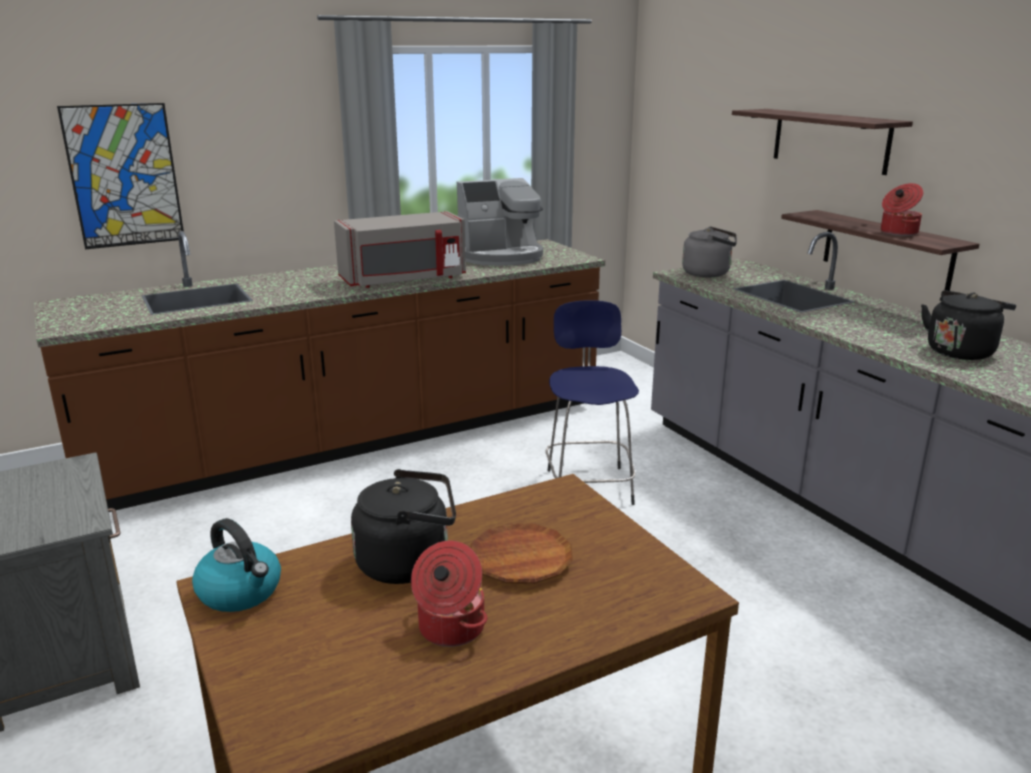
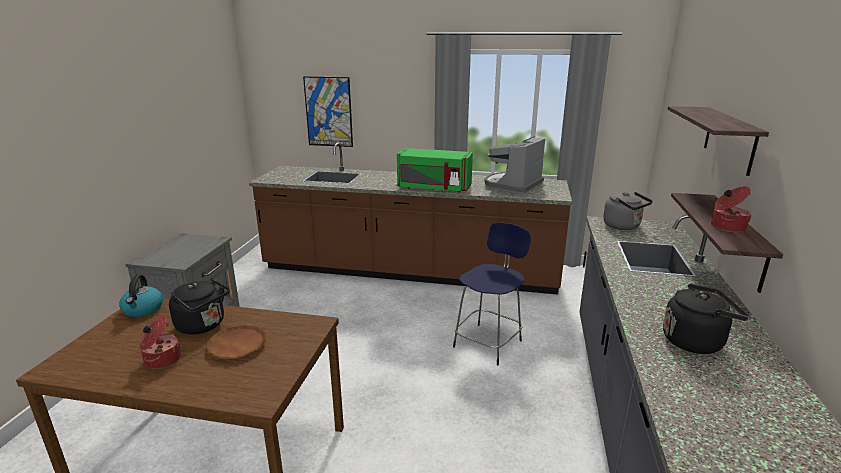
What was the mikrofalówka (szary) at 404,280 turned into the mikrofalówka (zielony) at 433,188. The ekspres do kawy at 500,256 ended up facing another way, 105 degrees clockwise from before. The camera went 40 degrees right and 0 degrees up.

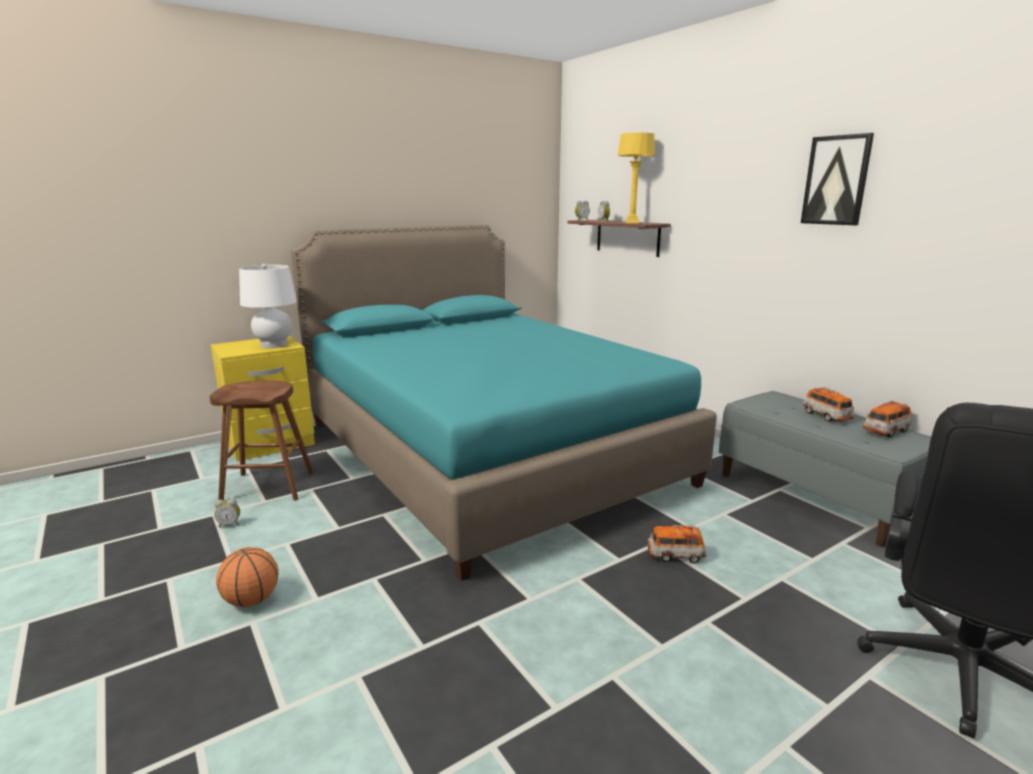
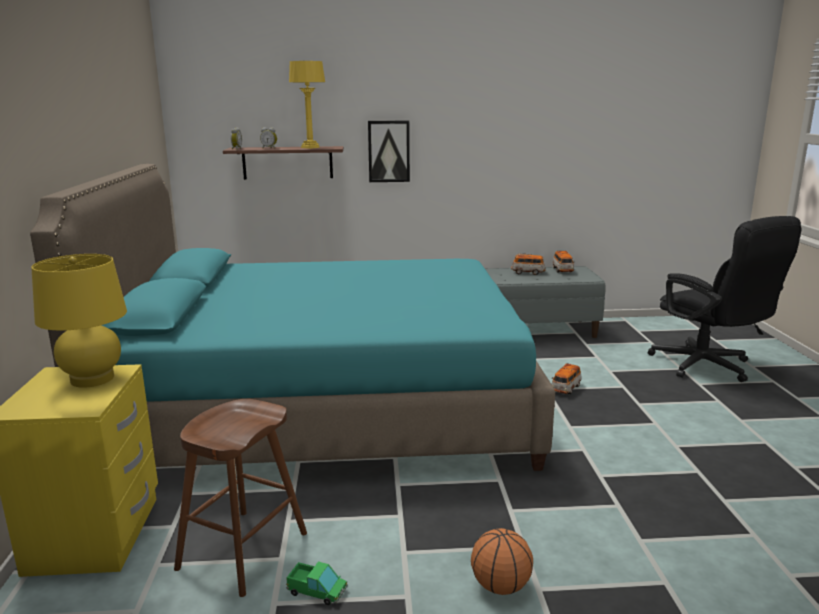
The obraz ended up elsewhere, having gone from 836,180 to 388,151. Where the budzik stood at 230,524, the ciężarówka zabawkowa came to stand at 317,591. What was the lampa stołowa (biały) at 274,345 turned into the lampa stołowa (żółty) at 92,379. The camera went 60 degrees left and 0 degrees up.

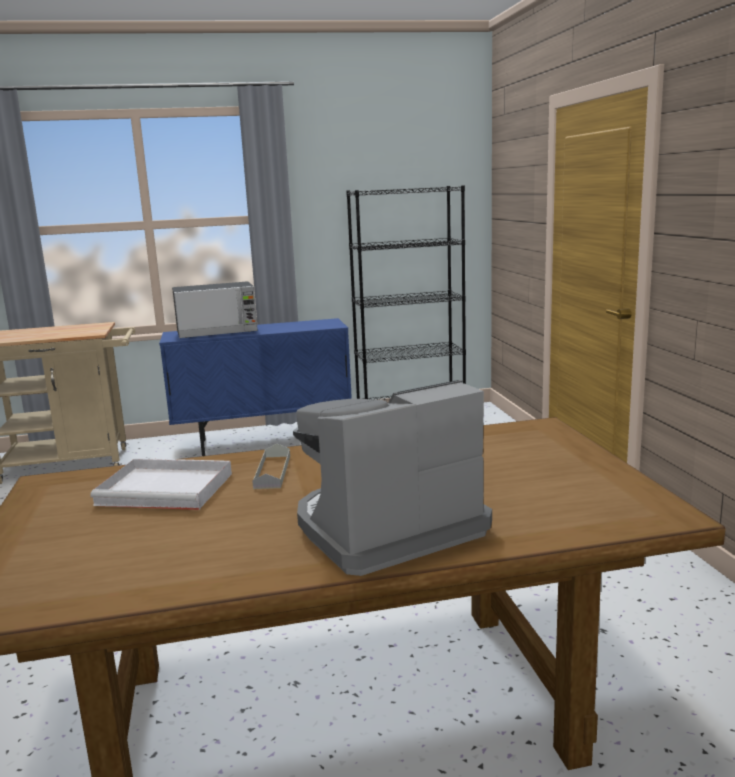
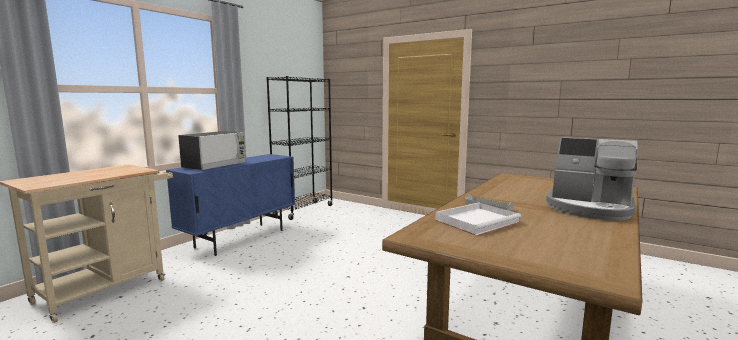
The ekspres do kawy at 386,529 ended up facing another way, 75 degrees counterclockwise from before. The camera went 45 degrees left and 5 degrees down.

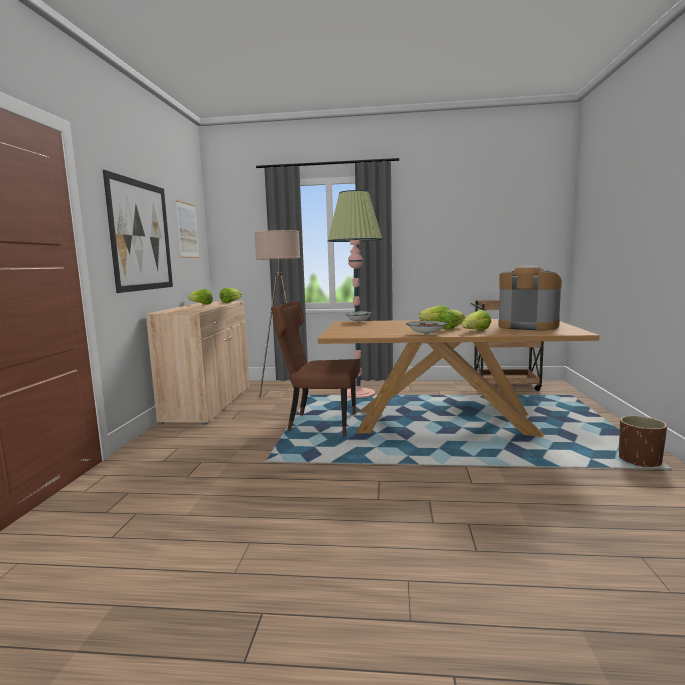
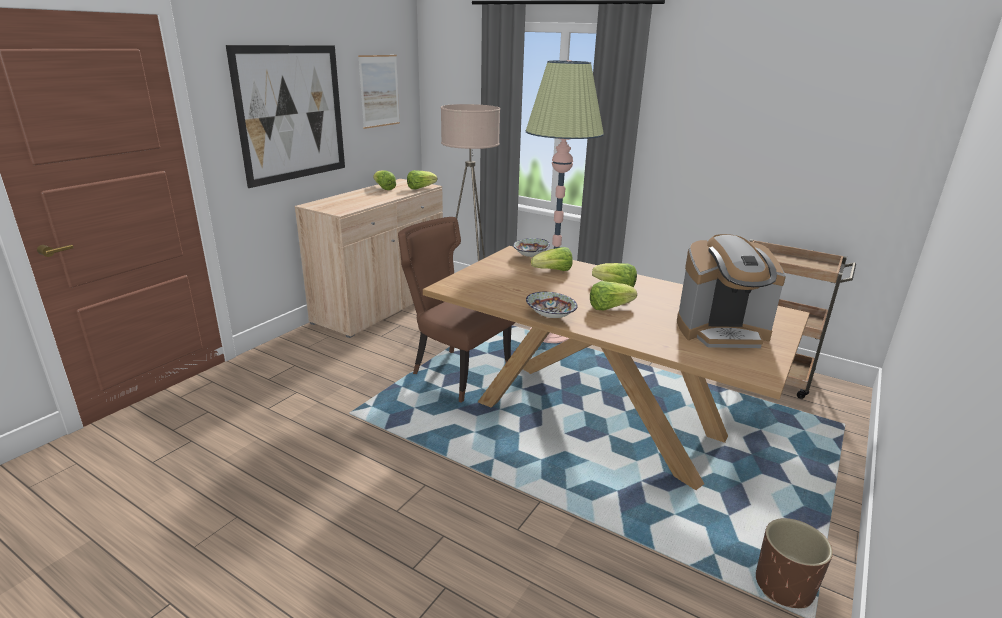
The sałata ended up elsewhere, having gone from 476,331 to 553,271. The ekspres do kawy at 528,326 ended up facing another way, 120 degrees clockwise from before. The camera went 25 degrees right and 15 degrees up.

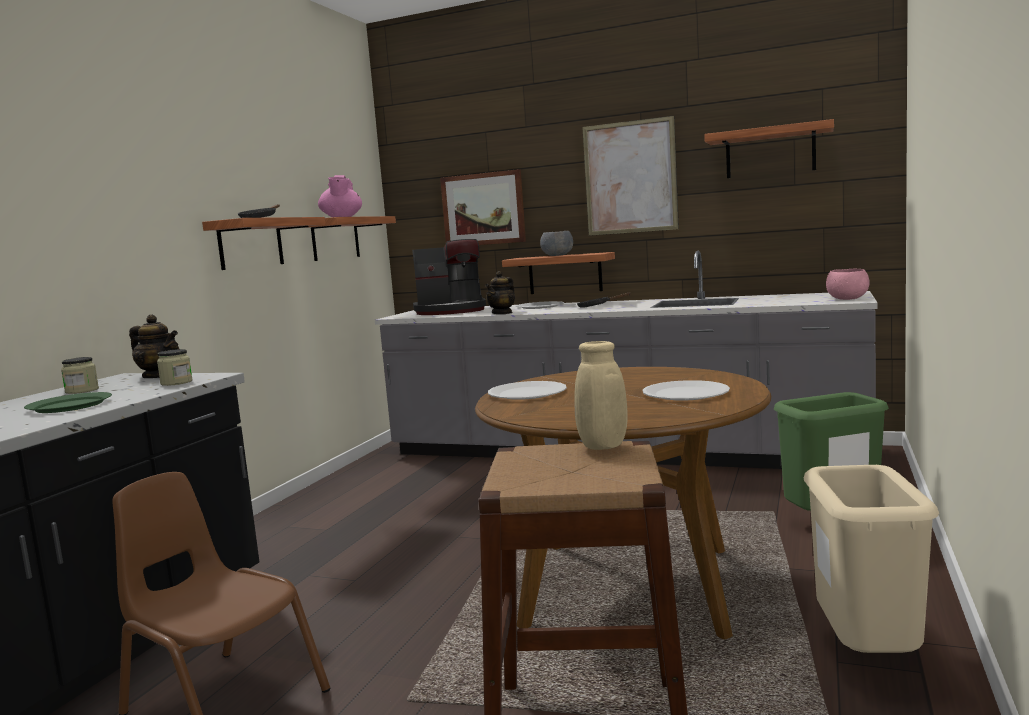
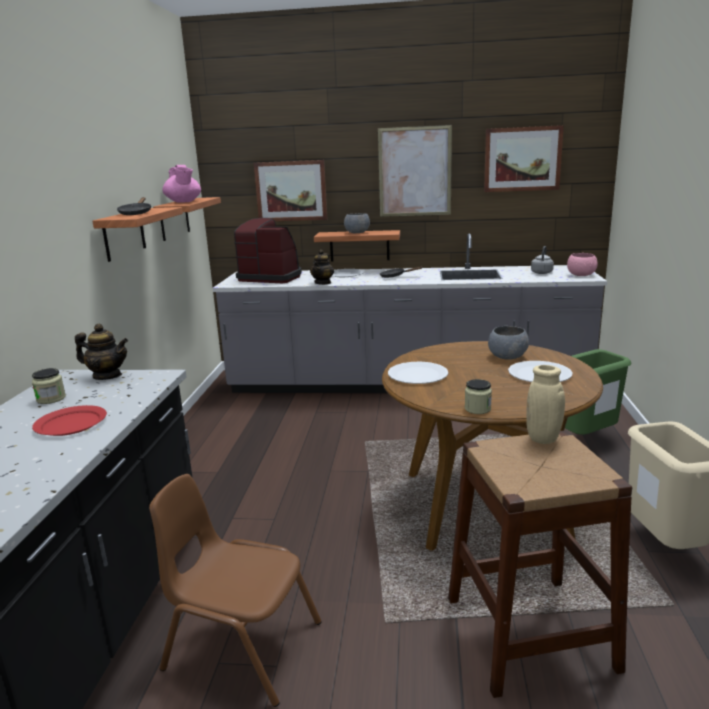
The second view gained the miska (szary) at 506,357. The second view gained the czajnik (szary) at 542,272. The słoik ended up elsewhere, having gone from 176,382 to 477,409. Where the półka hung at 770,152, the obraz came to hang at 522,159. What was the talerz (zielony) at 70,406 turned into the talerz (czerwony) at 71,423. The ekspres do kawy at 451,311 ended up facing another way, 135 degrees counterclockwise from before. The camera went 15 degrees left and 10 degrees up.

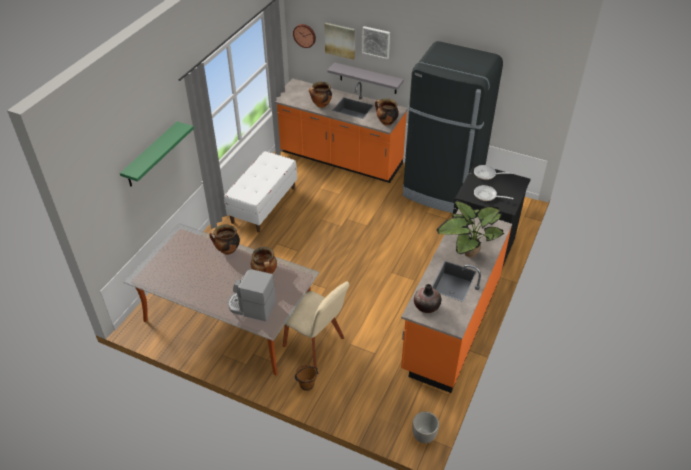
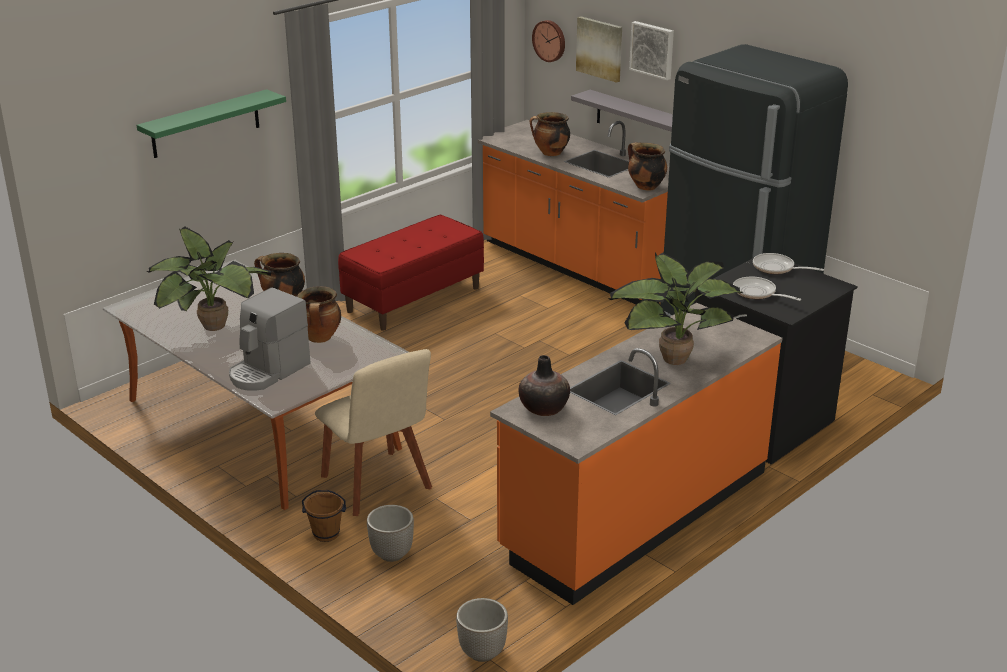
The second view gained the roślina doniczkowa at 213,328. The second view gained the donica at 391,554. What was the ławka (biały) at 263,205 turned into the ławka (czerwony) at 413,299. The ekspres do kawy at 251,307 ended up facing another way, 90 degrees counterclockwise from before. The camera went 20 degrees right and 15 degrees down.

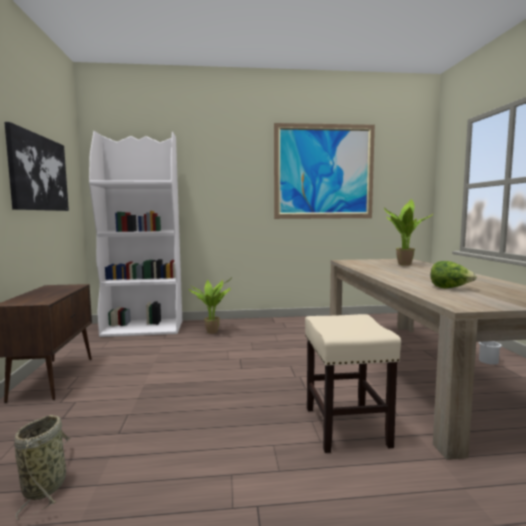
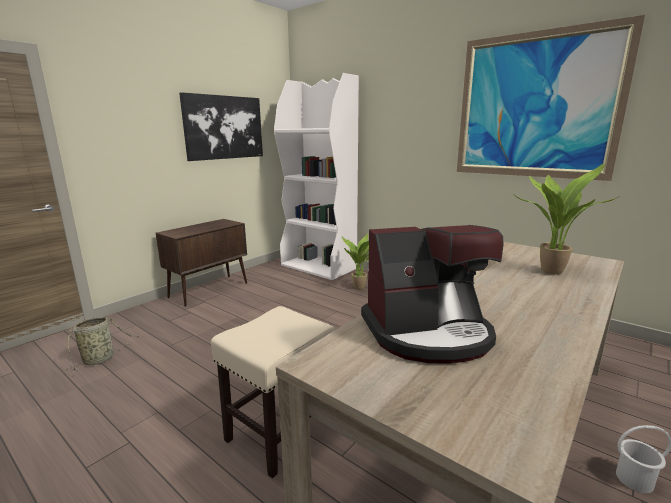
Where the sałata stood at 450,288, the ekspres do kawy came to stand at 428,333. The camera went 45 degrees right and 10 degrees up.

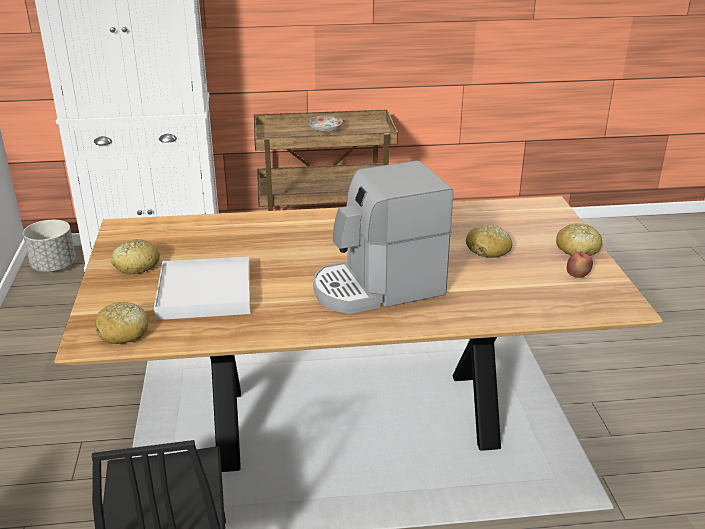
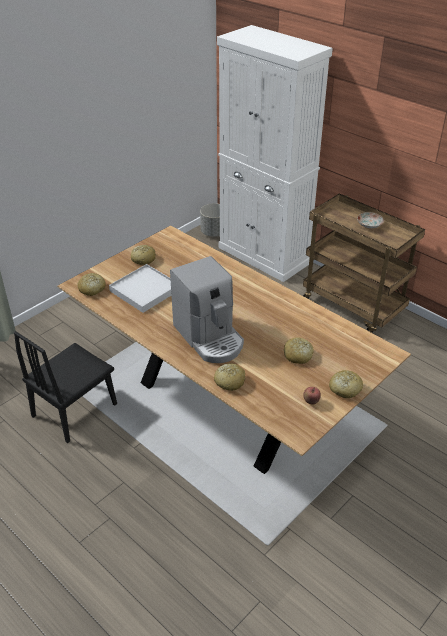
The second view gained the chleb at 229,381. The ekspres do kawy at 378,288 ended up facing another way, 150 degrees counterclockwise from before. The camera went 50 degrees right and 10 degrees up.

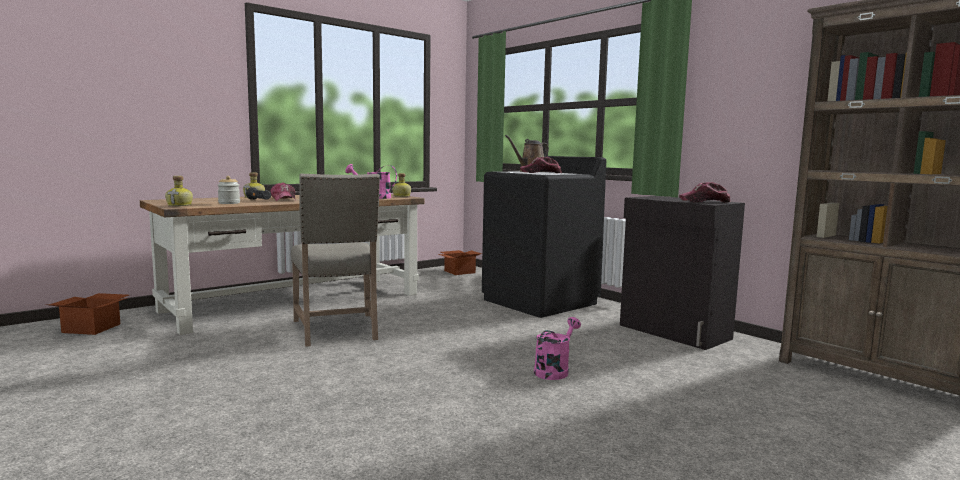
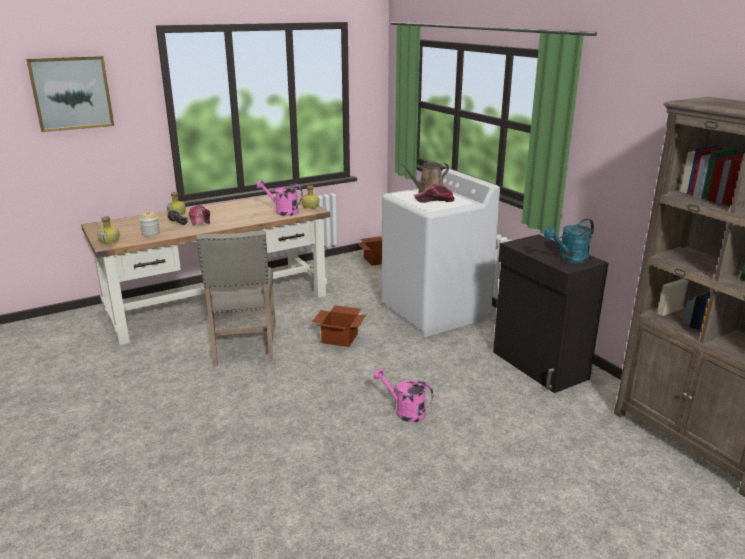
The second view gained the obraz at 71,93. The karton ended up elsewhere, having gone from 93,328 to 340,338. Where the czapka z daszkiem stood at 705,201, the konewka (turkusowy) came to stand at 569,259. What was the pralka (czarny) at 540,302 turned into the pralka (biały) at 435,312. The konewka (różowy) at 554,370 ended up facing another way, 105 degrees counterclockwise from before. The camera went 10 degrees right and 15 degrees up.

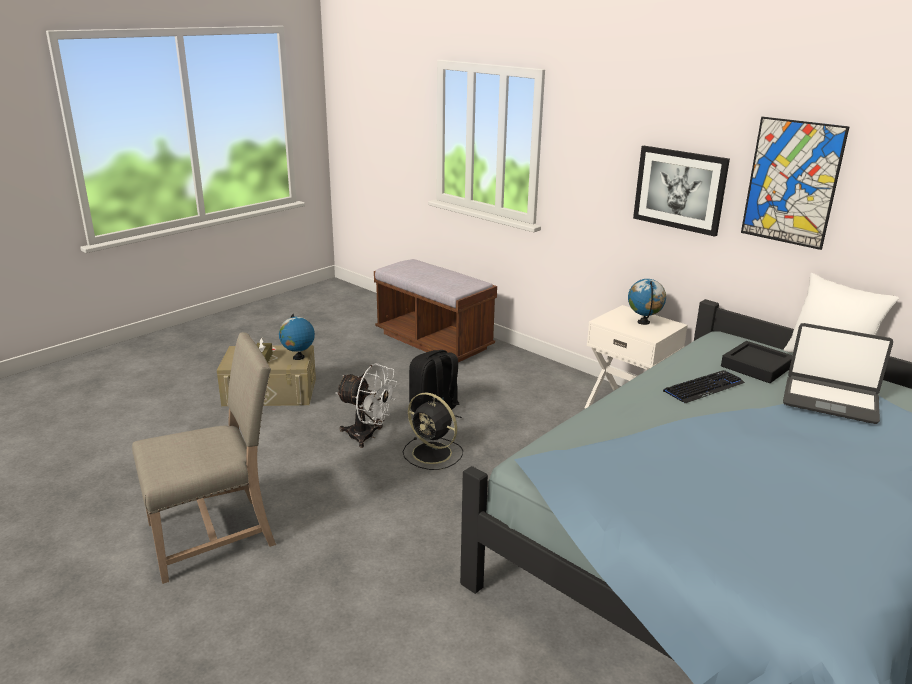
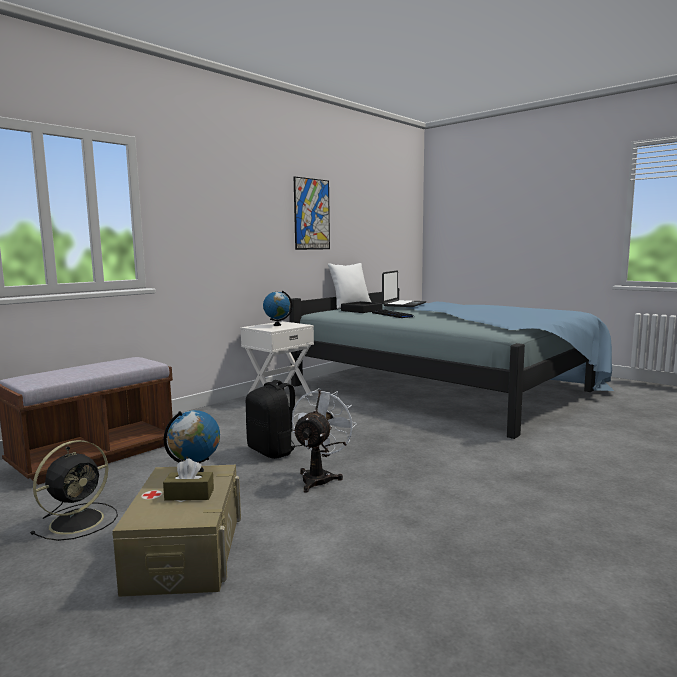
The second view lost the krzesło (beżowy) at 216,534. The second view lost the obraz at 680,189. The wentylator (czarny) ended up elsewhere, having gone from 433,453 to 79,520. The camera went 90 degrees left and 15 degrees down.

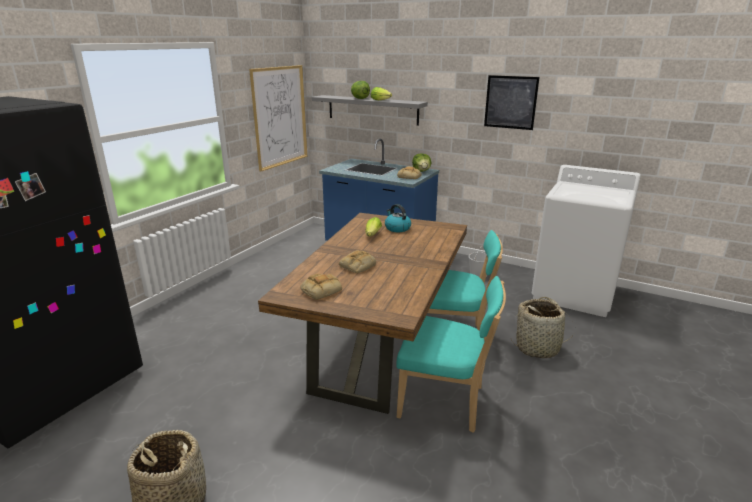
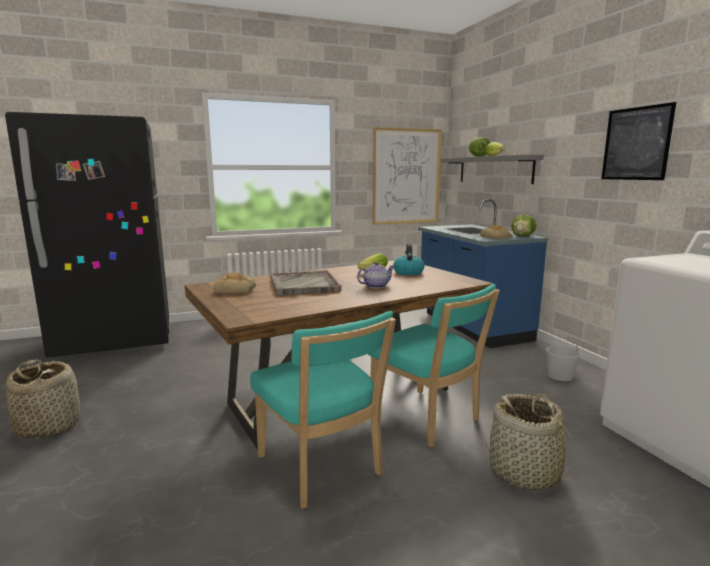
The second view gained the imbryk at 375,286. Where the chleb stood at 357,266, the taca (szary) came to stand at 304,284. The camera went 40 degrees right and 10 degrees down.

